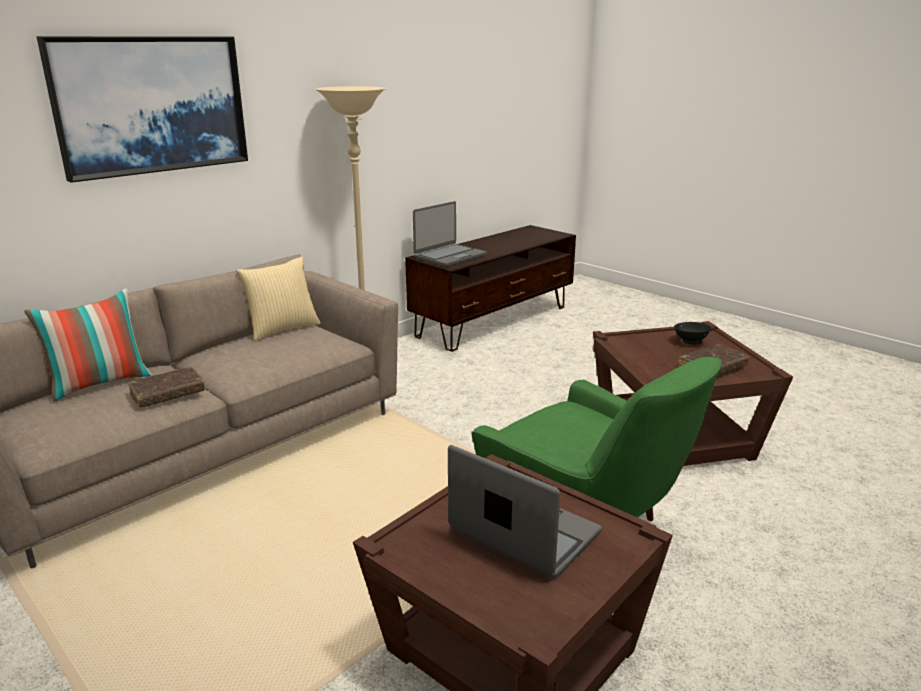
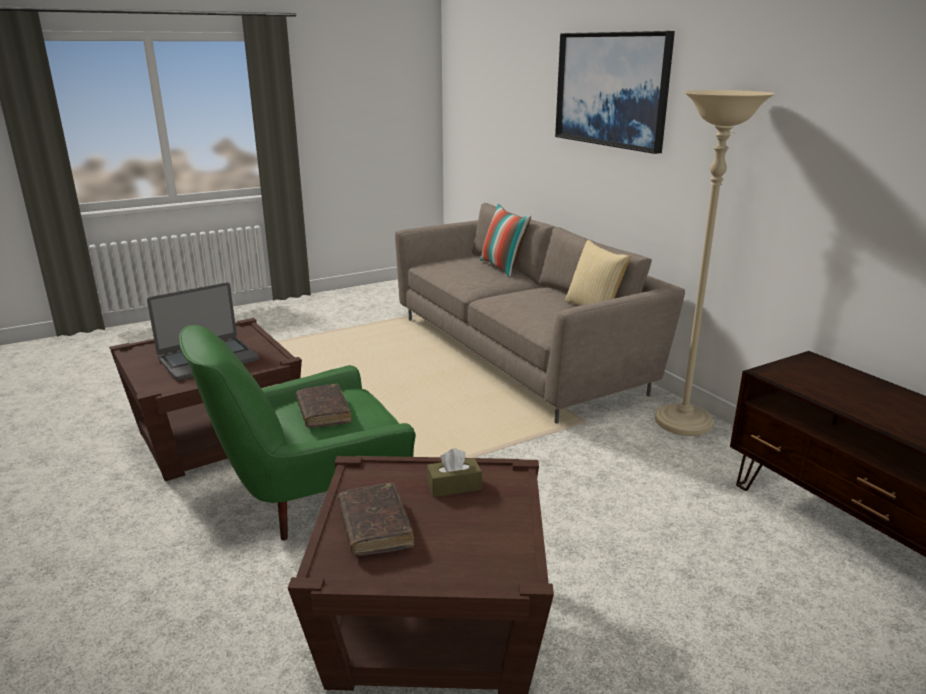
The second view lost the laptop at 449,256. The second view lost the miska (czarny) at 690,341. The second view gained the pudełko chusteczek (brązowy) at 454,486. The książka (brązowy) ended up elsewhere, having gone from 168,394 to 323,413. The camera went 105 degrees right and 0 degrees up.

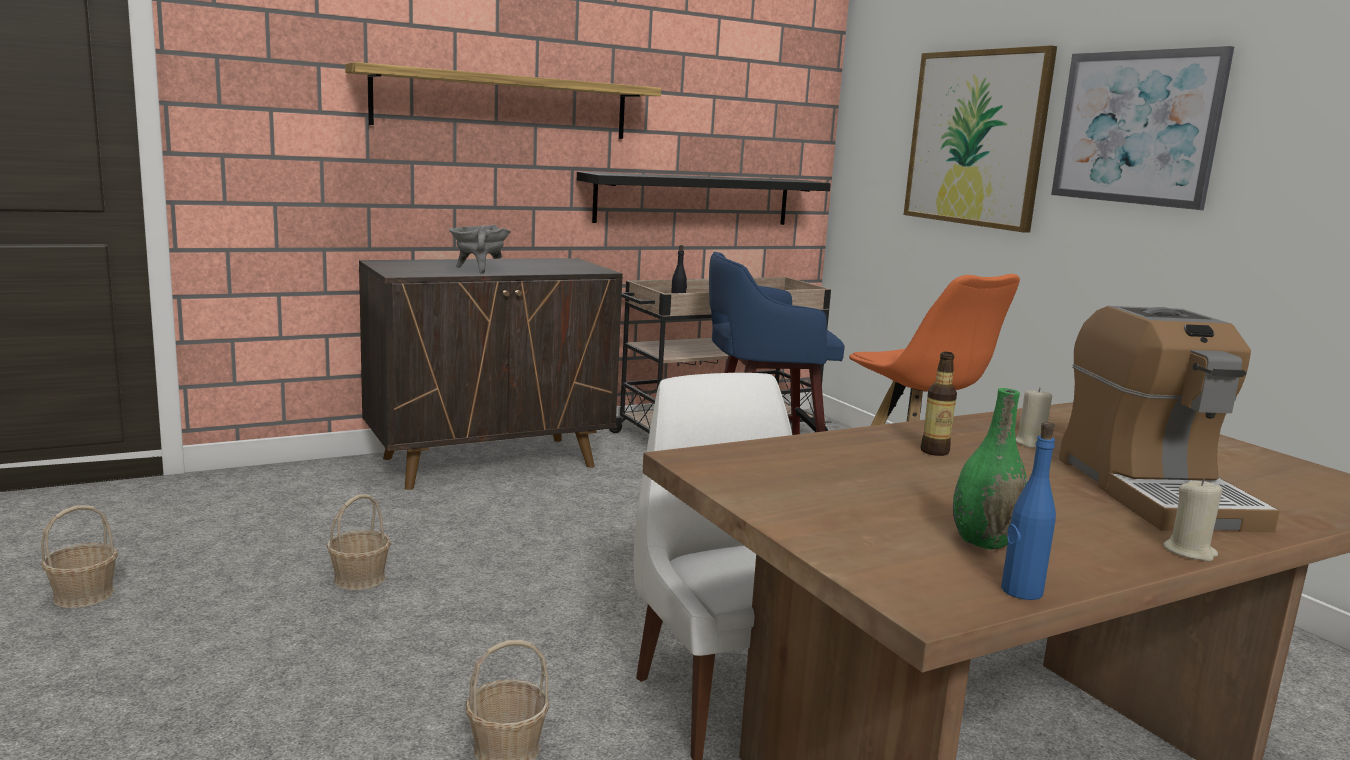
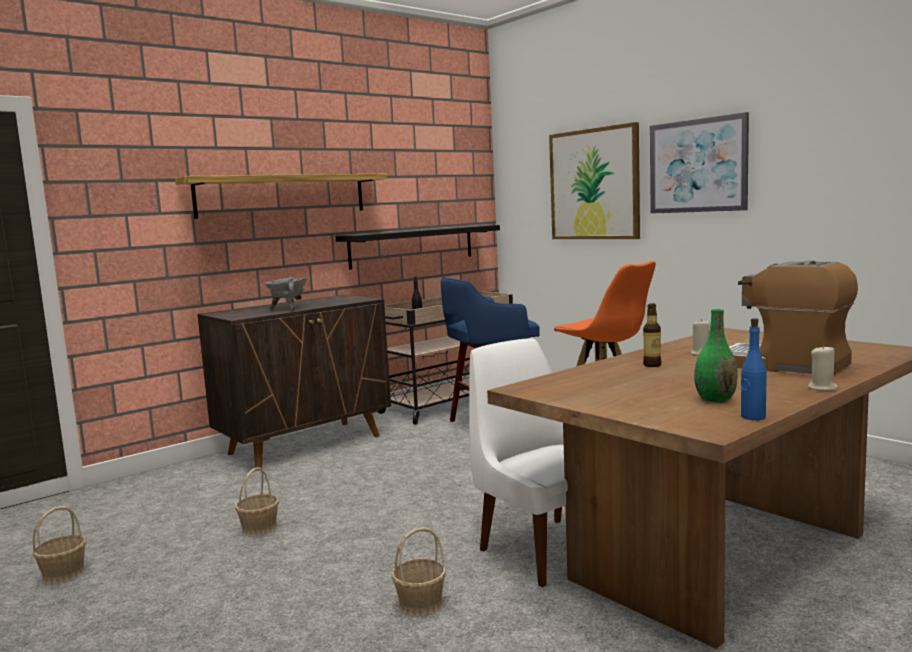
The ekspres do kawy at 1153,491 ended up facing another way, 150 degrees clockwise from before. The camera went 10 degrees left and 5 degrees down.

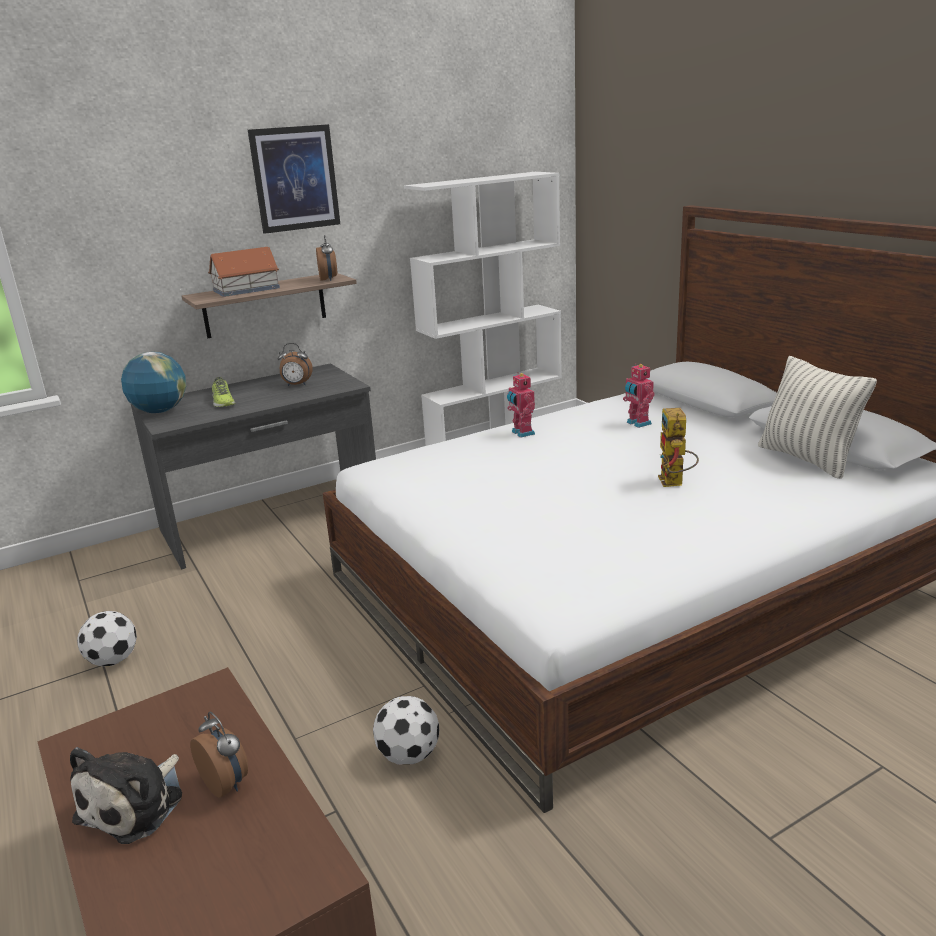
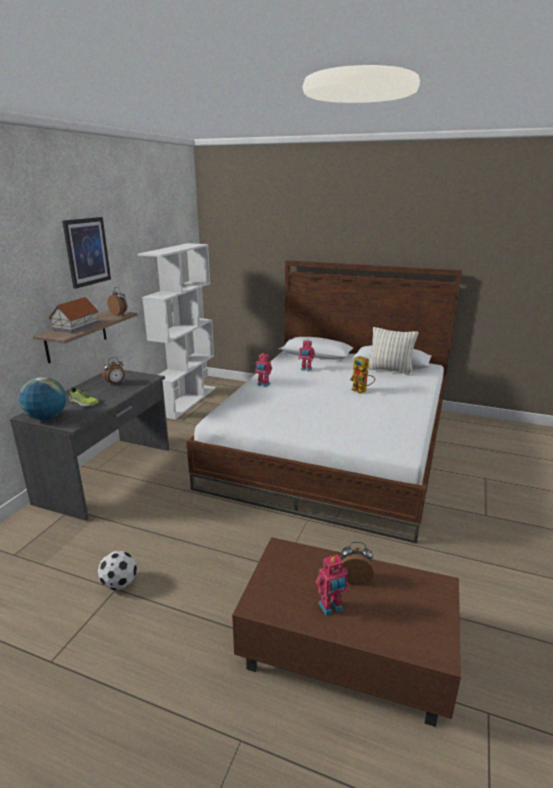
The second view lost the piłka futbolowa at 409,755. Where the pluszak stood at 135,804, the robot zabawkowy came to stand at 331,607. The camera went 40 degrees left and 0 degrees up.

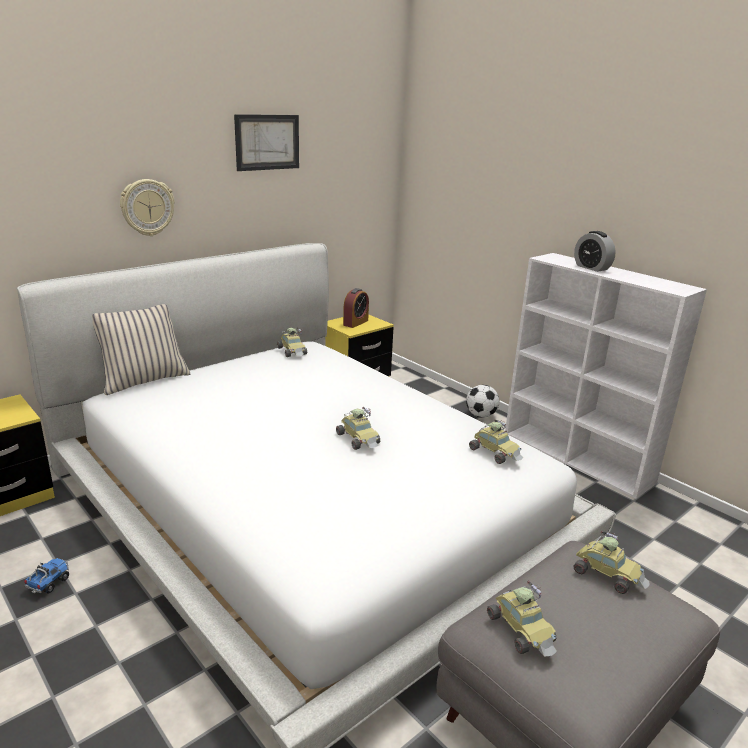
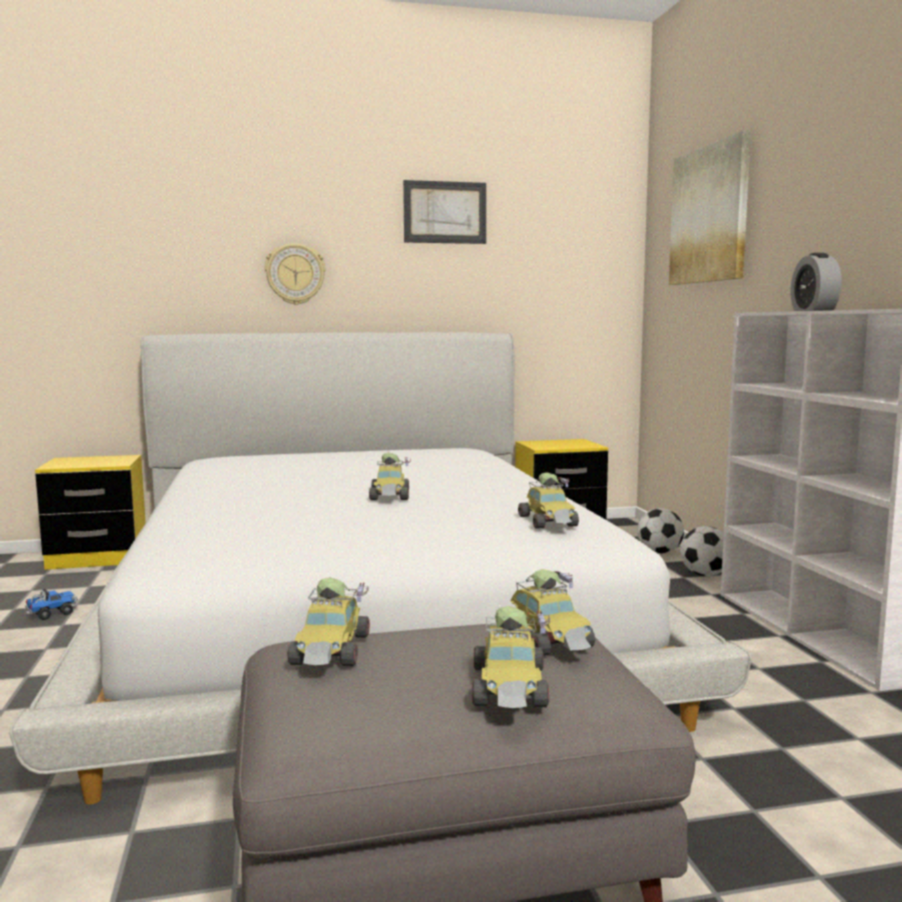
The second view lost the poduszka (beżowy) at 143,380. The second view lost the budzik at 355,323. The second view gained the piłka futbolowa at 659,552. The second view gained the obraz at 709,214. The samochodzik ended up elsewhere, having gone from 292,351 to 511,688. The camera went 30 degrees right and 15 degrees down.

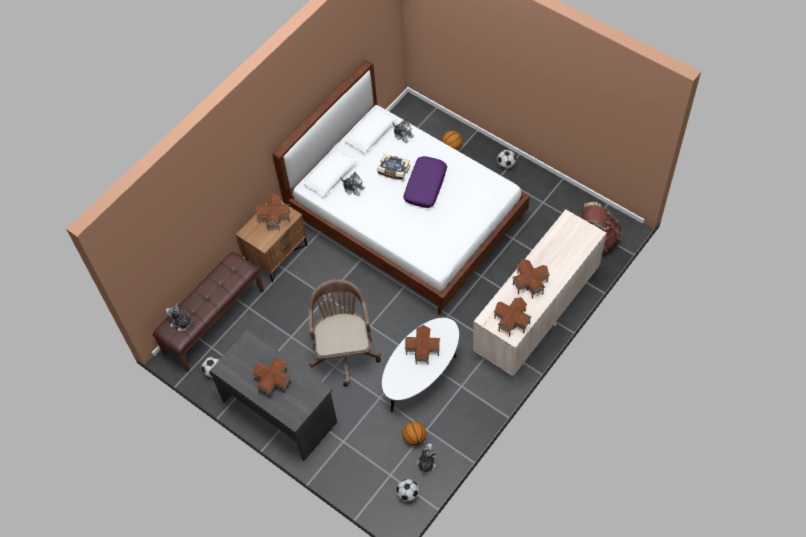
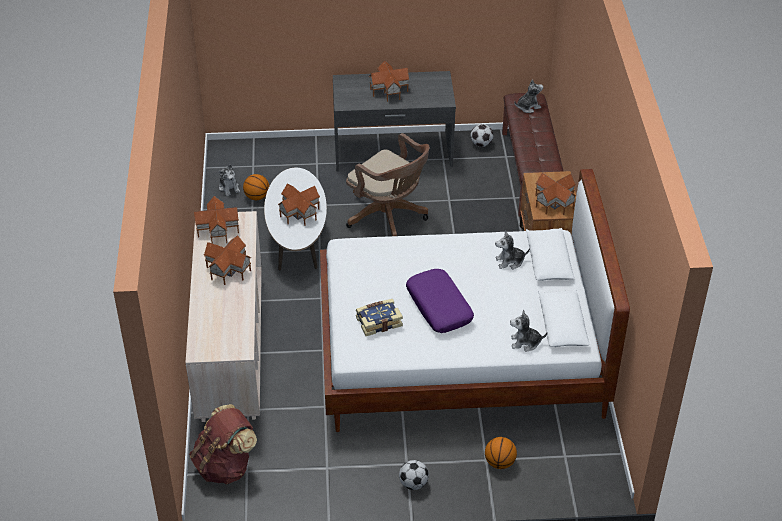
The second view lost the piłka futbolowa at 407,494. The książka ended up elsewhere, having gone from 393,171 to 378,321. The camera went 135 degrees right and 15 degrees down.

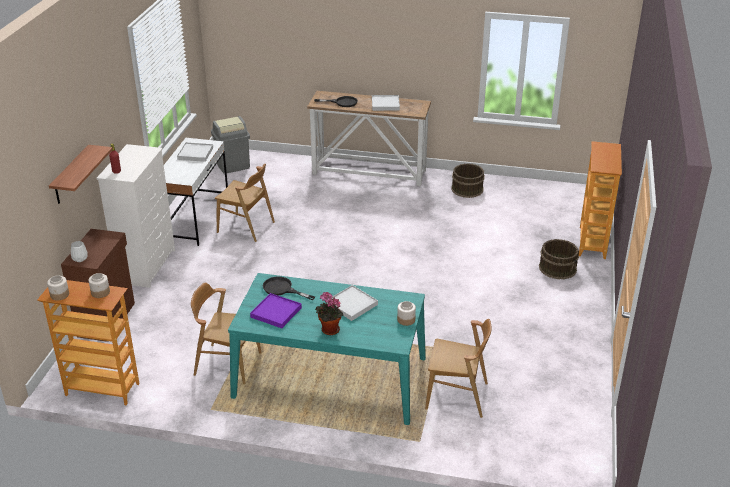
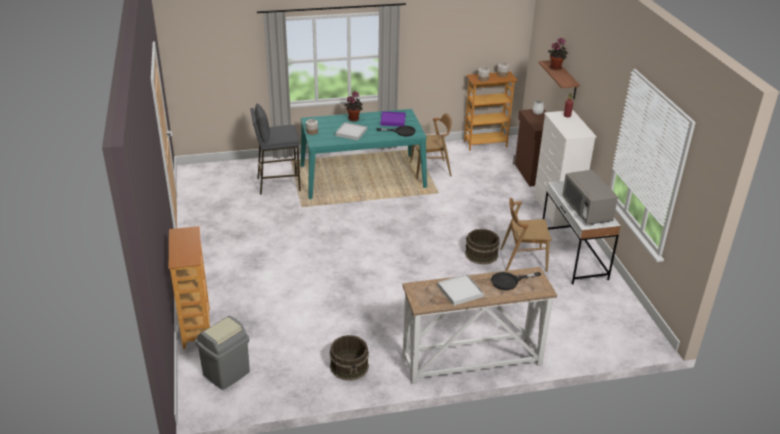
The second view gained the roślina doniczkowa at 556,67. The kosz na śmieci (szary) ended up elsewhere, having gone from 233,165 to 226,373. The wiadro (brązowy) ended up elsewhere, having gone from 558,268 to 481,254. Where the taca (biały) stood at 195,153, the mikrofalówka (szary) came to stand at 586,210. Where the krzesło (brązowy) stood at 457,396, the stołek (szary) came to stand at 278,184. The camera went 155 degrees right and 0 degrees up.

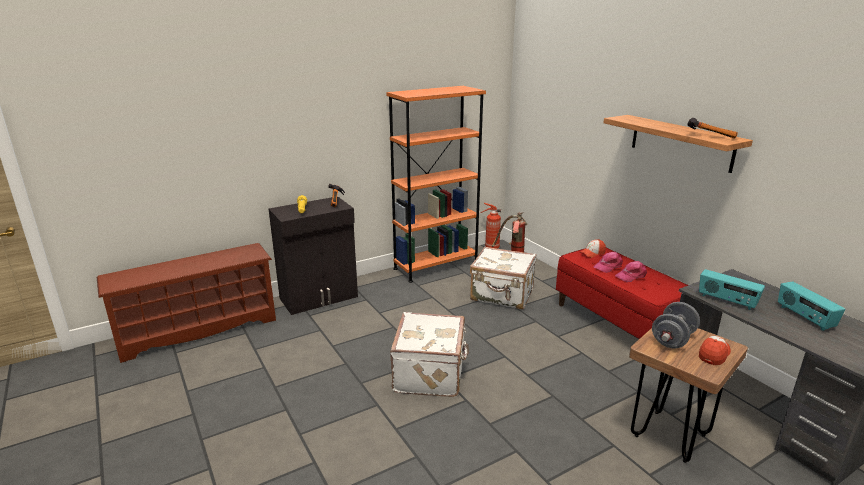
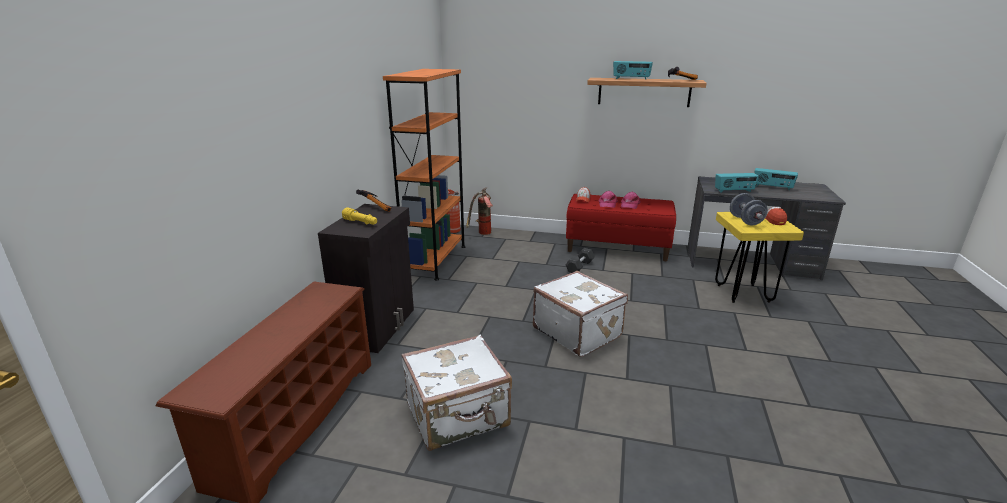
The second view gained the hantel (szary) at 579,267. The second view gained the radio at 631,79. The walizka (biały) ended up elsewhere, having gone from 502,295 to 458,416. What was the stołek (brązowy) at 669,435 turned into the stołek (żółty) at 743,293. The camera went 45 degrees left and 0 degrees up.

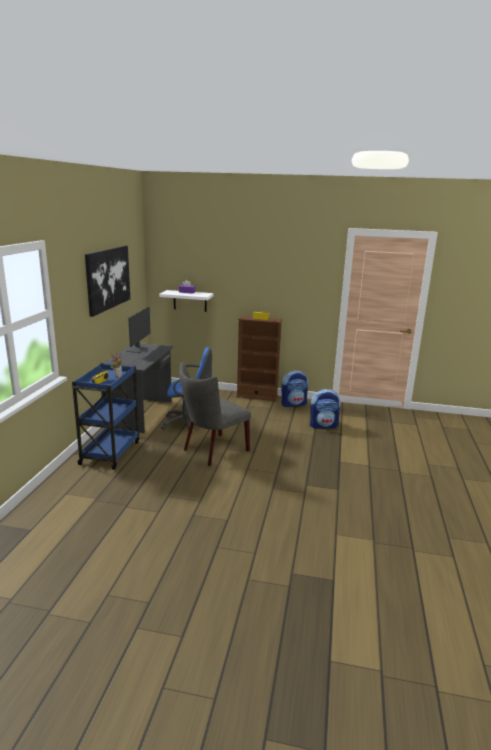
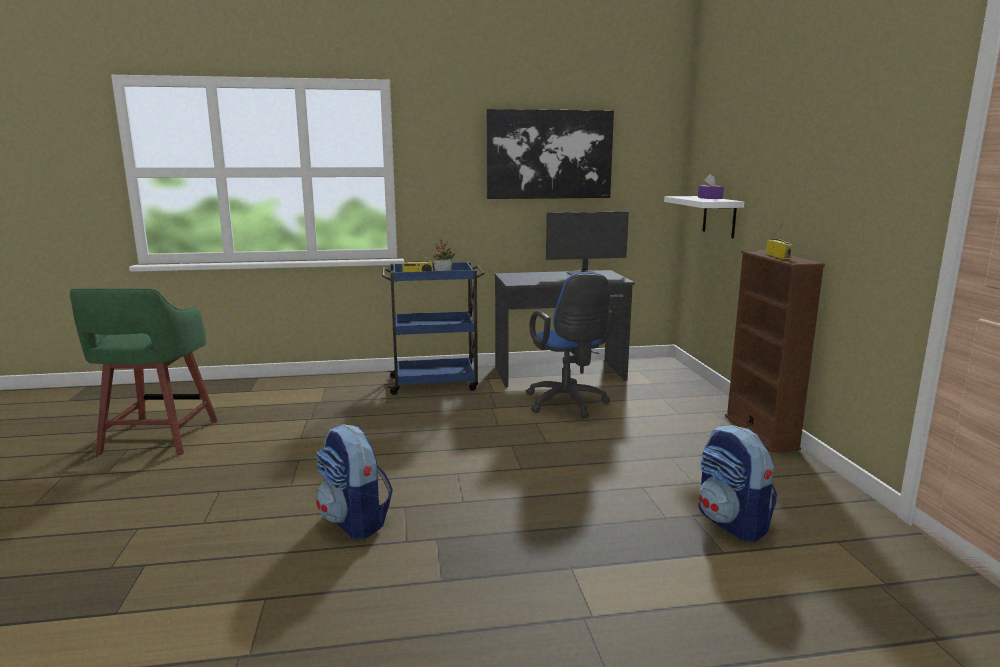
The second view lost the krzesło (szary) at 212,451. The second view gained the stołek (zielony) at 157,438. The plecak ended up elsewhere, having gone from 293,404 to 355,521. The camera went 70 degrees right and 5 degrees down.

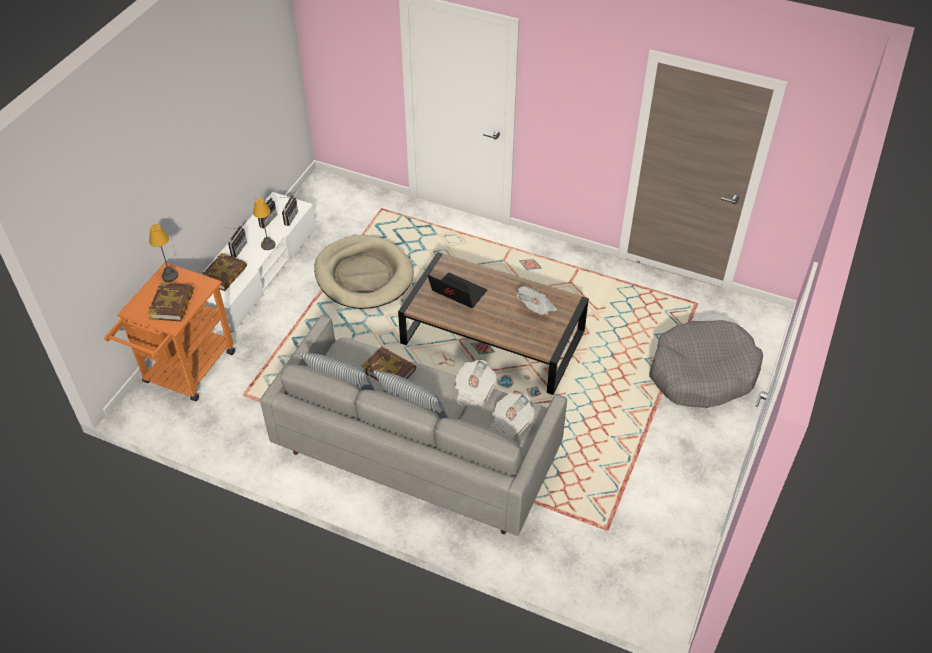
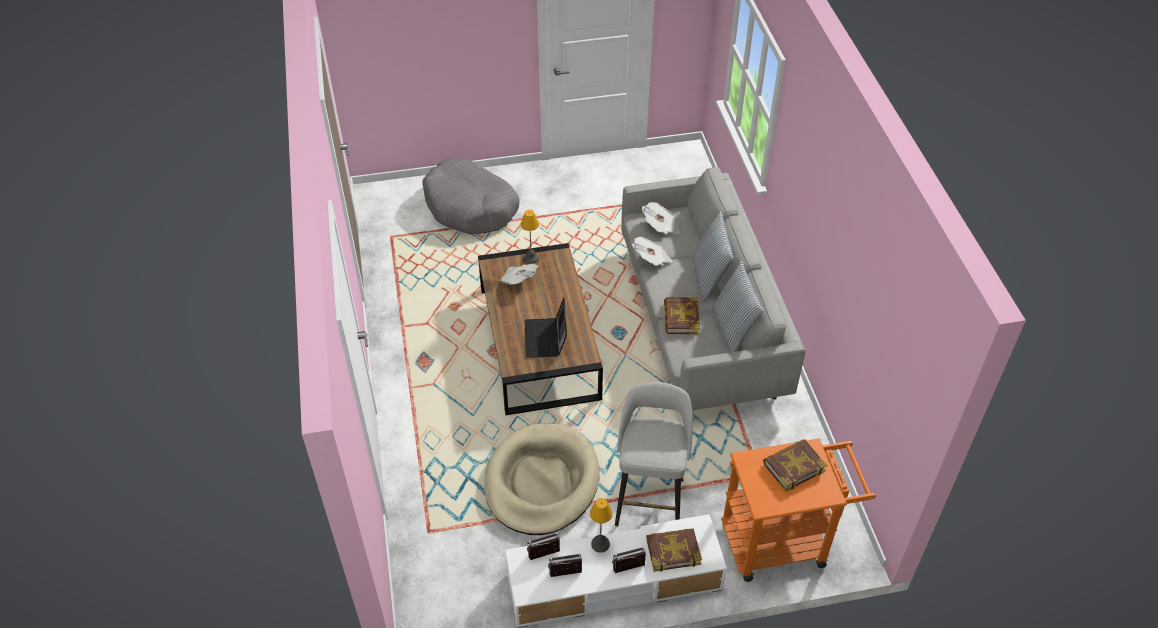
The second view gained the stołek (szary) at 650,500. The lampa stołowa ended up elsewhere, having gone from 170,276 to 531,258. The camera went 125 degrees left and 0 degrees up.

